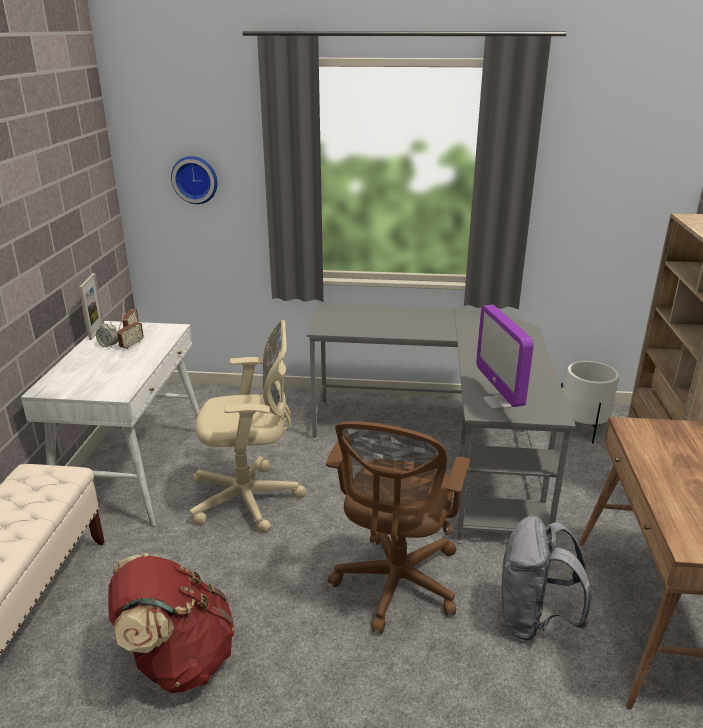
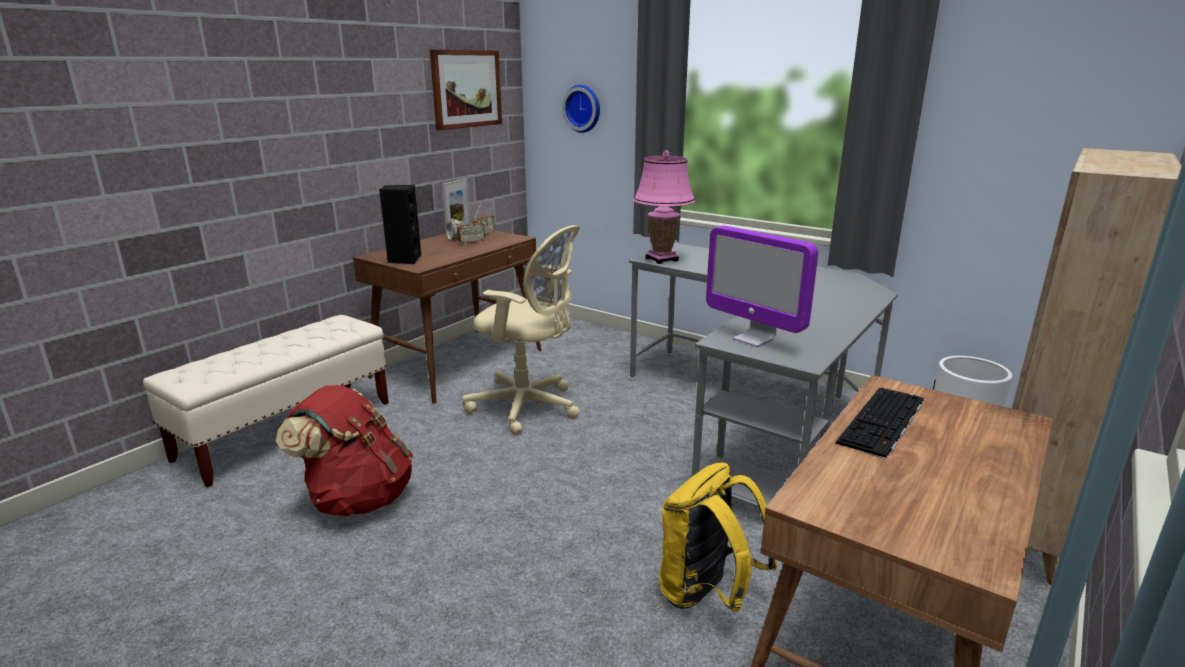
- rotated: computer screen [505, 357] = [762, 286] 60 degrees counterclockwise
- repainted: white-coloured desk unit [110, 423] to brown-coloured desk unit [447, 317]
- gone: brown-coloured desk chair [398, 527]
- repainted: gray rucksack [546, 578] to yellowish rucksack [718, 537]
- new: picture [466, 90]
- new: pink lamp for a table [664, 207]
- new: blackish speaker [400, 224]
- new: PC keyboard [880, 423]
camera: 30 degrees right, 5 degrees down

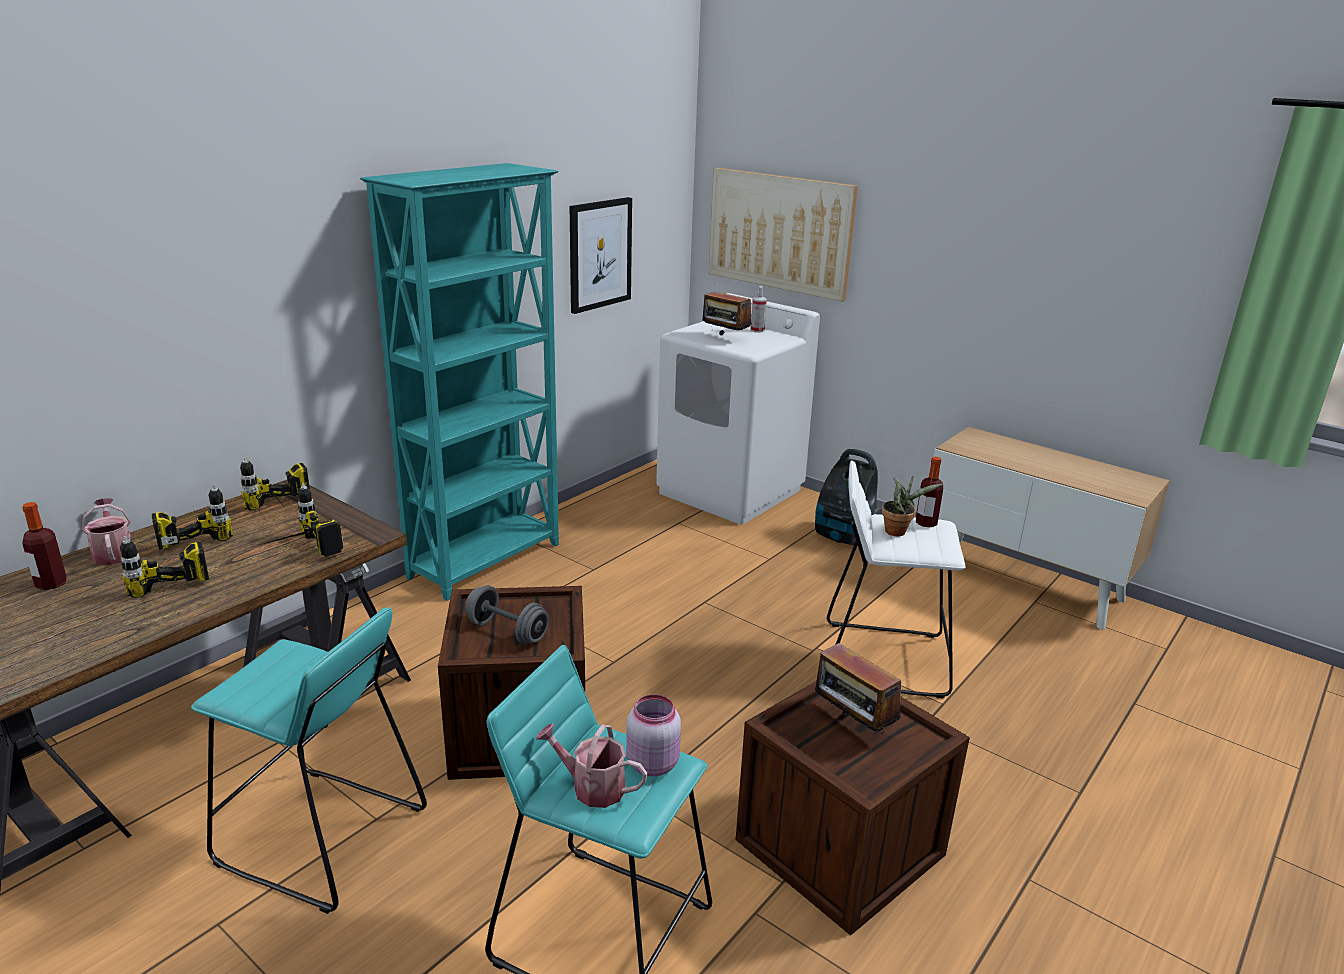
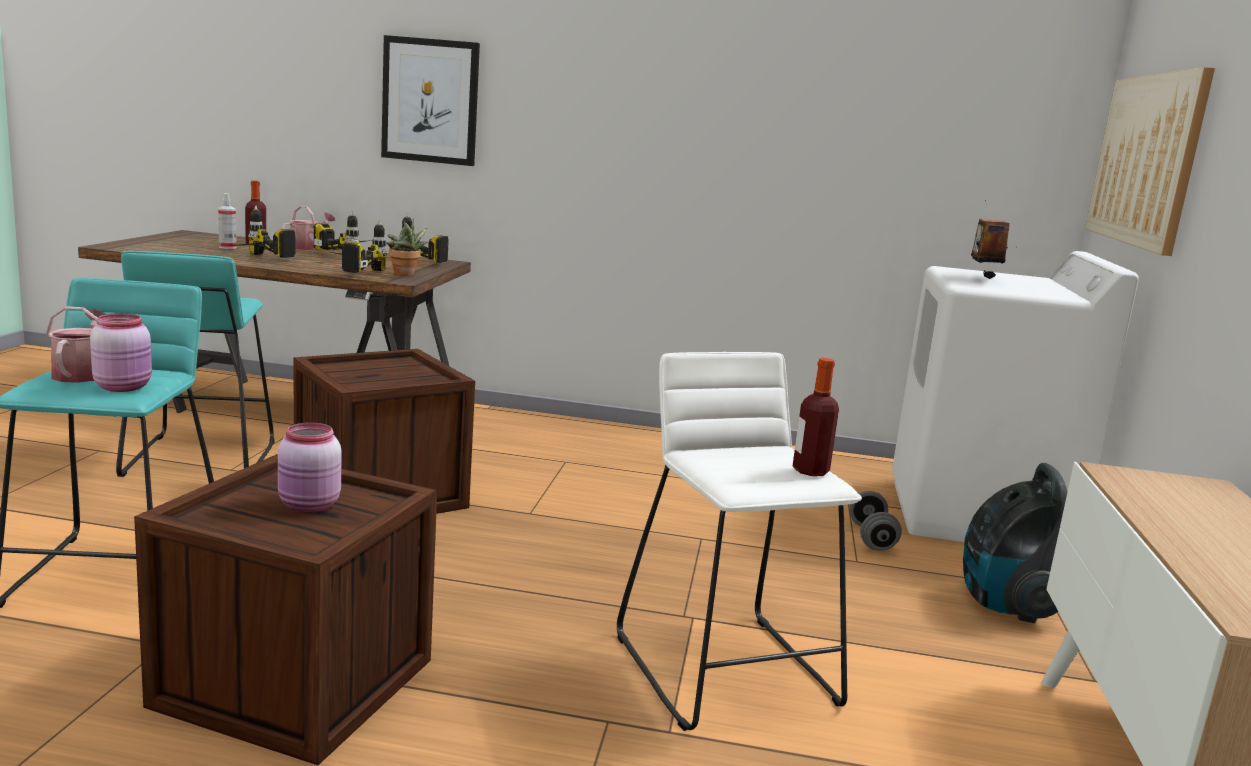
- gone: blue-green bookcase [459, 382]
- shifted: picture [601, 255] to [430, 100]
- shifted: sprayer [759, 309] to [227, 221]
- shifted: potted plant [912, 506] to [407, 247]
- shifted: gray dumbbell [507, 614] to [875, 521]
- swapped: radio set [858, 689] to pink storage jar [310, 467]
camera: 60 degrees right, 10 degrees down

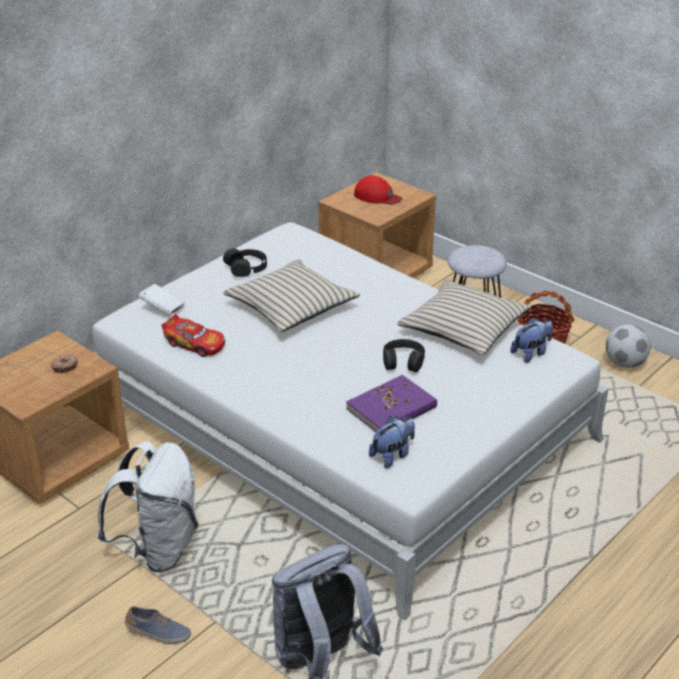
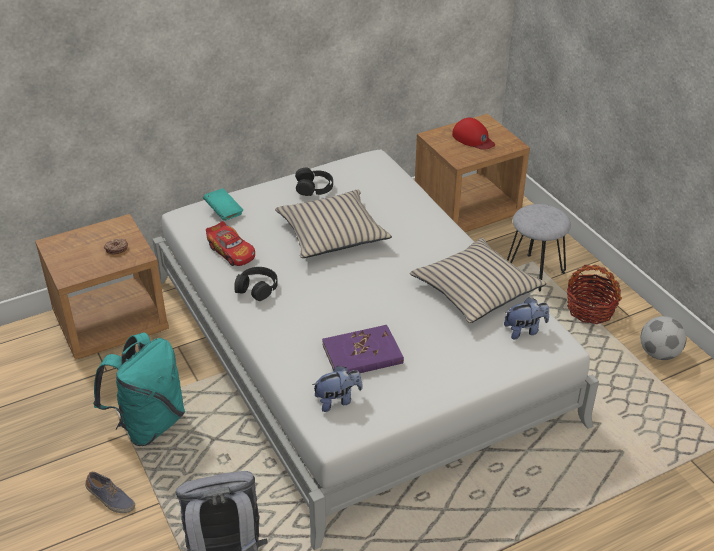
- repainted: white-coloured volume [161, 300] to blue-green volume [223, 204]
- shifted: blackish headset [404, 355] to [256, 284]
- repainted: white-coloured rucksack [147, 506] to blue-green rucksack [139, 389]
camera: 20 degrees right, 5 degrees up

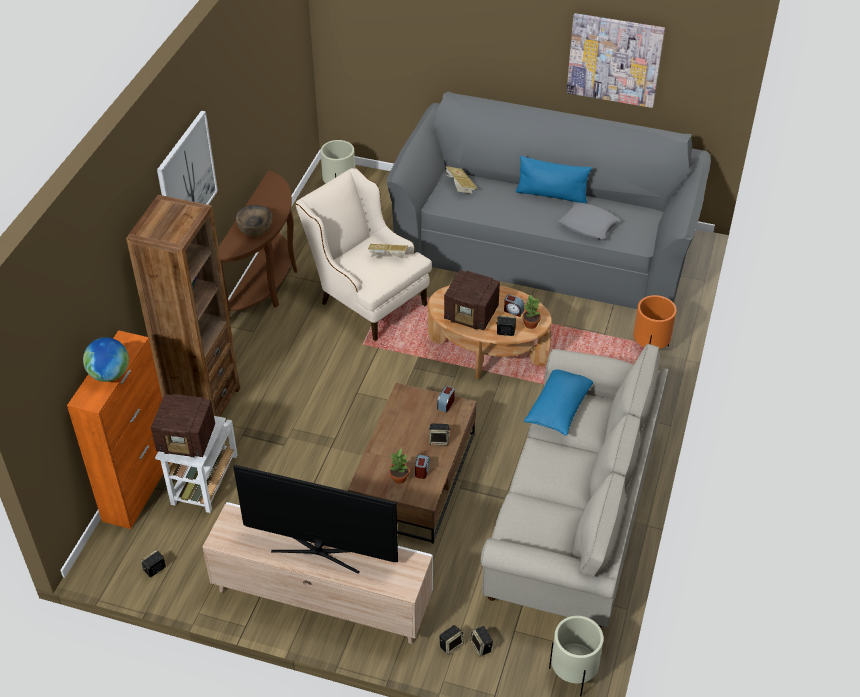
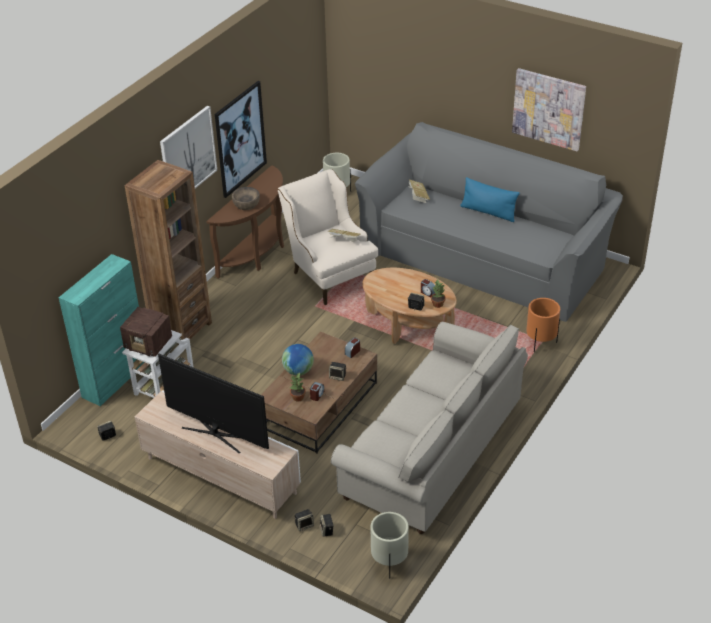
- gone: gray throw pillow [589, 220]
- gone: radio set [472, 300]
- repainted: orange-coloured cabinet [118, 429] to blue-green cabinet [101, 330]
- shifted: globe [106, 359] to [298, 359]
- gone: blue-coloured throw pillow [558, 403]
- new: picture [241, 139]
camera: 15 degrees right, 5 degrees down

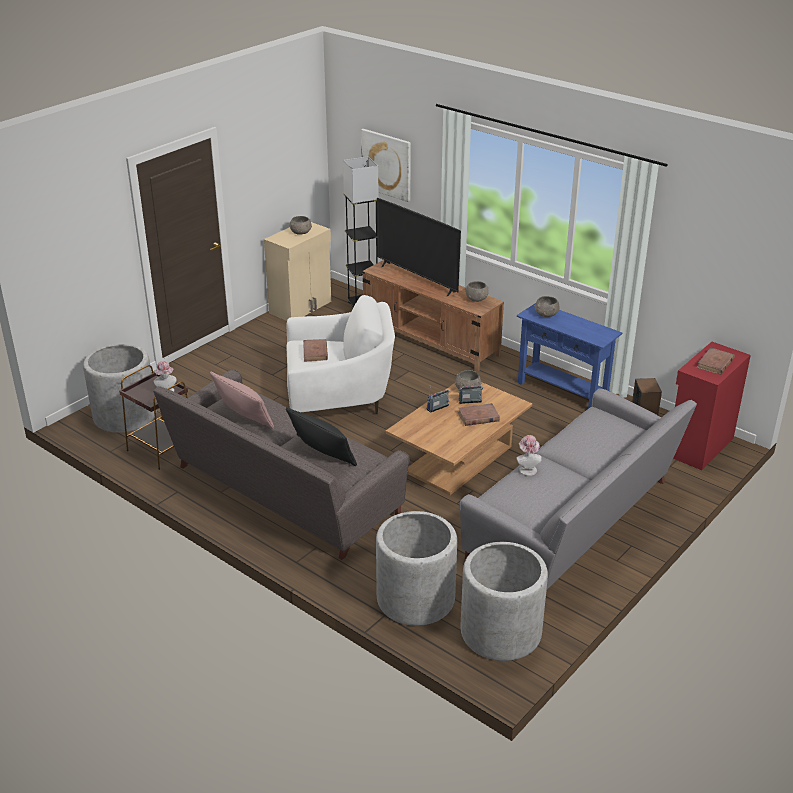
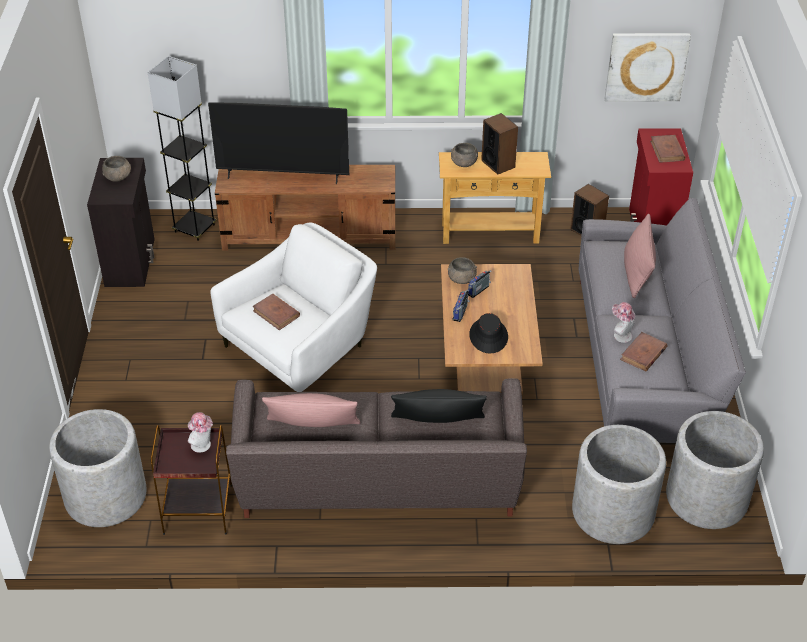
- shifted: picture [386, 165] to [648, 67]
- repainted: beige-coloured cabinet [297, 271] to blackish cabinet [121, 222]
- gone: gray serving bowl [477, 291]
- repainted: blue-coloured console table [569, 356] to beige-coloured console table [495, 198]
- shifted: brown-coloured volume [479, 414] to [643, 351]
- new: speaker [499, 144]
- new: pink throw pillow [640, 255]
- new: blackish wearable hat [488, 333]
camera: 40 degrees left, 10 degrees up

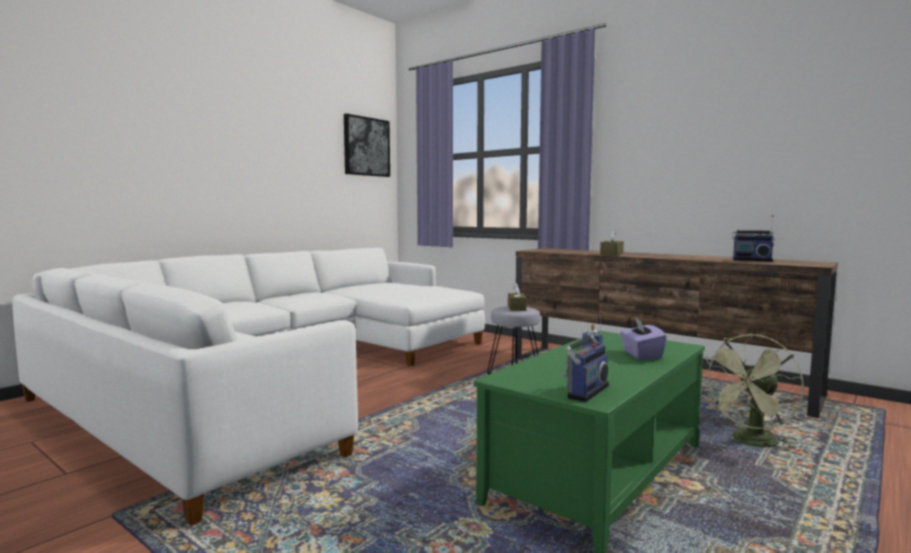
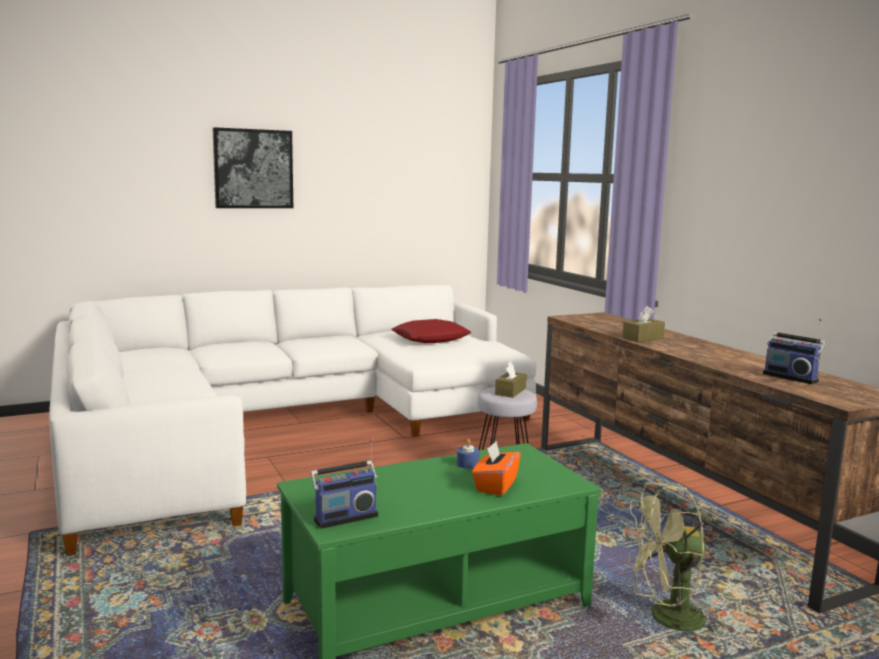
- shifted: picture [367, 145] to [252, 167]
- repainted: purple tissue holder [643, 338] to orange-coloured tissue holder [496, 468]
- new: reddish throw pillow [431, 331]
camera: 25 degrees right, 5 degrees up

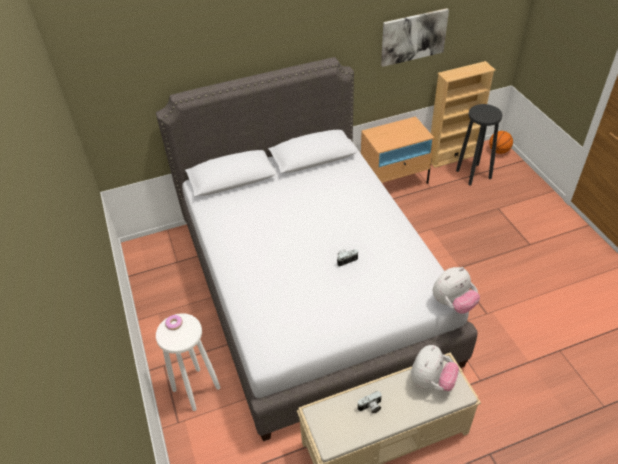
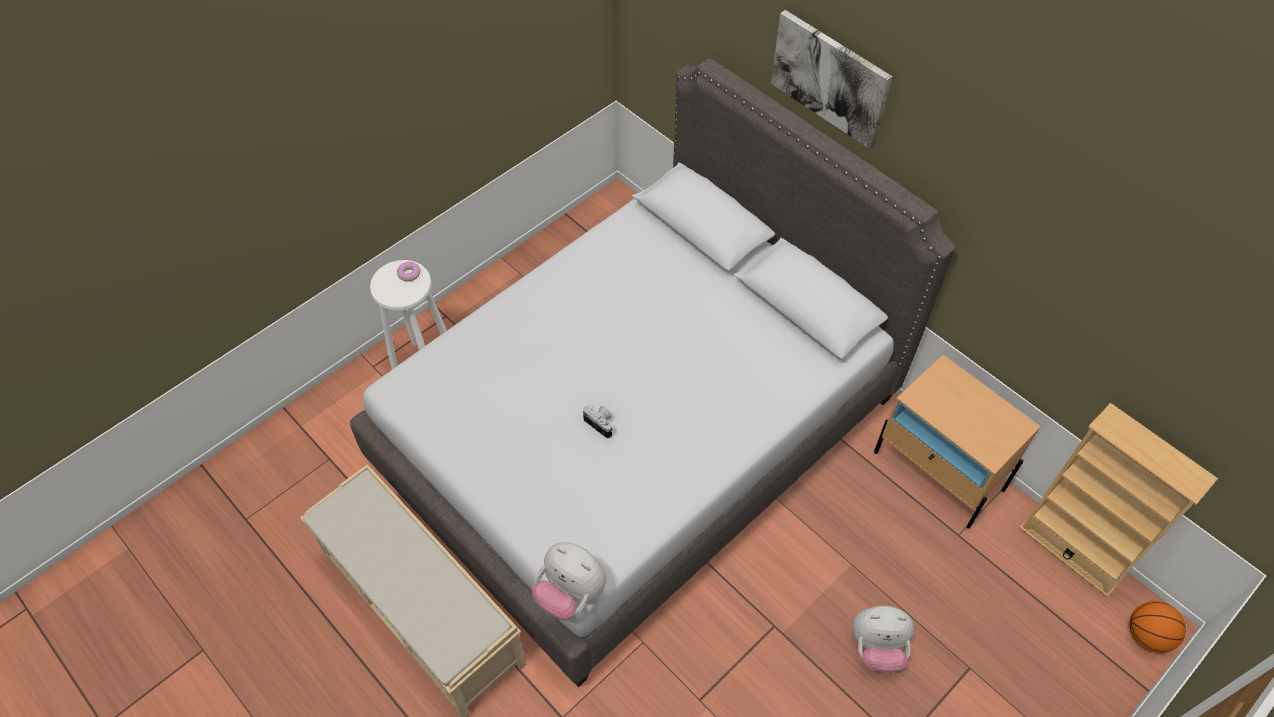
- shifted: picture [415, 37] to [831, 79]
- gone: blackish stool seat [479, 145]
- shifted: cuddly toy [435, 368] to [883, 639]
- gone: photo camera [369, 402]
camera: 65 degrees right, 10 degrees up

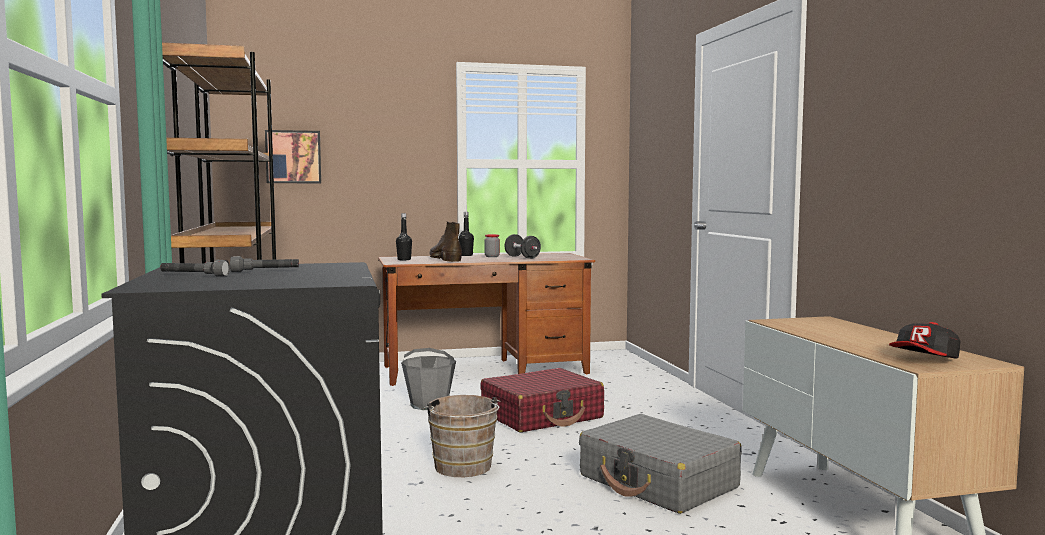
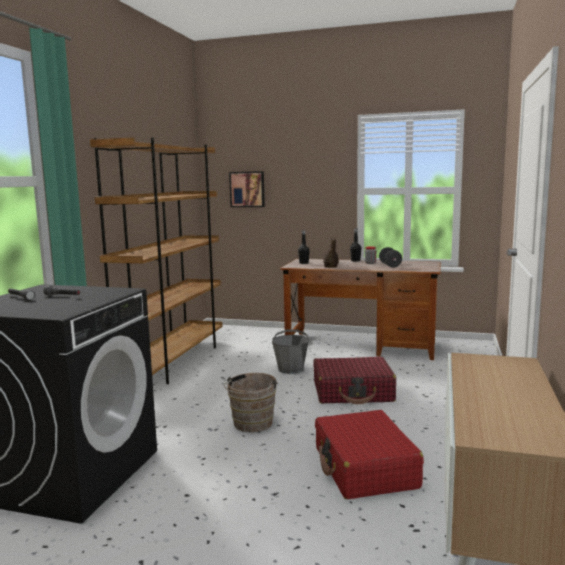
- gone: cap [924, 340]
- repainted: gray travel case [660, 464] to reddish travel case [369, 454]
camera: 30 degrees right, 5 degrees up

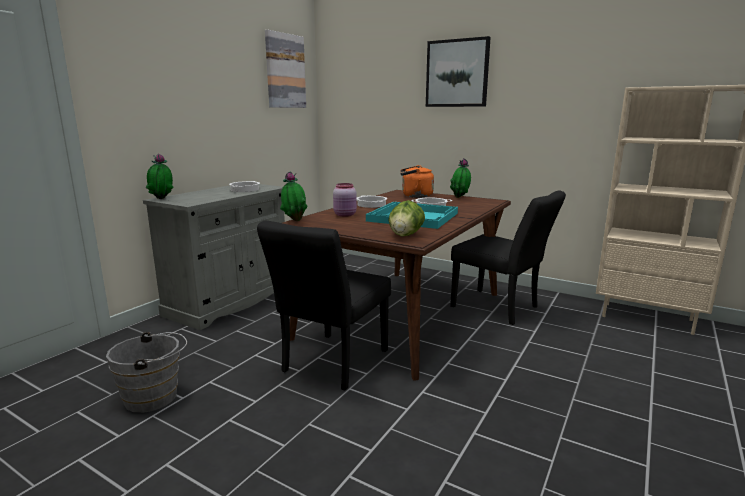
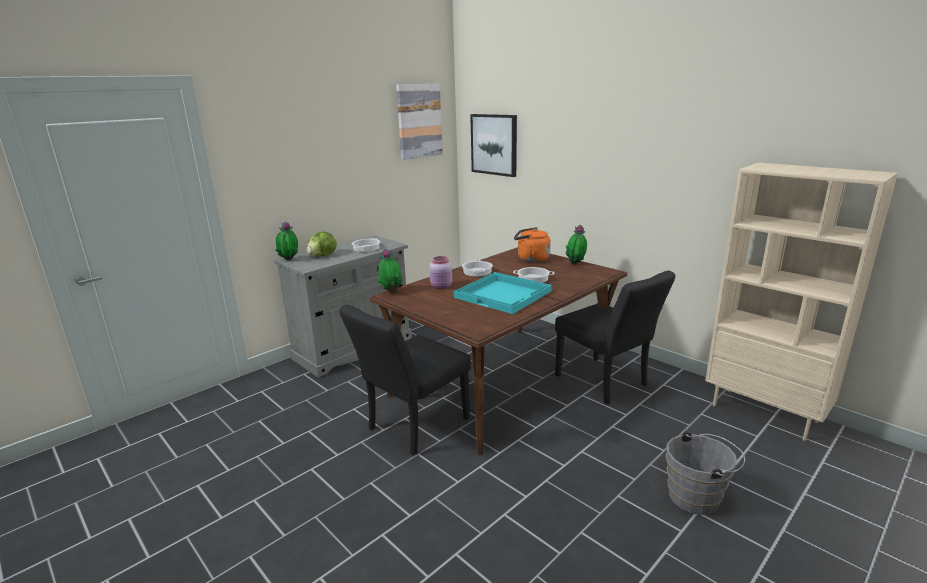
- shifted: picture [458, 71] to [493, 145]
- shifted: lettuce head [407, 218] to [321, 244]
- shifted: gray pail [146, 372] to [705, 473]
camera: 15 degrees right, 5 degrees up

